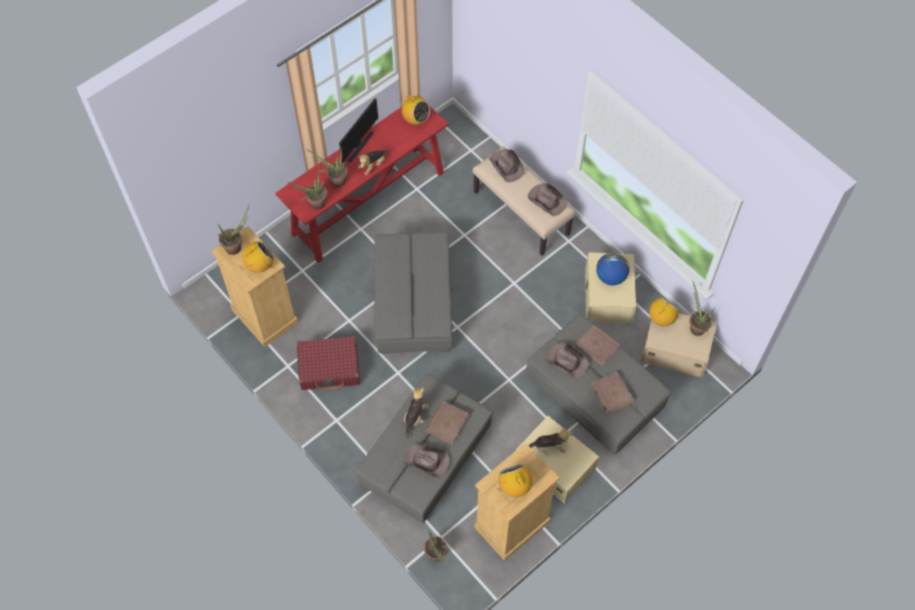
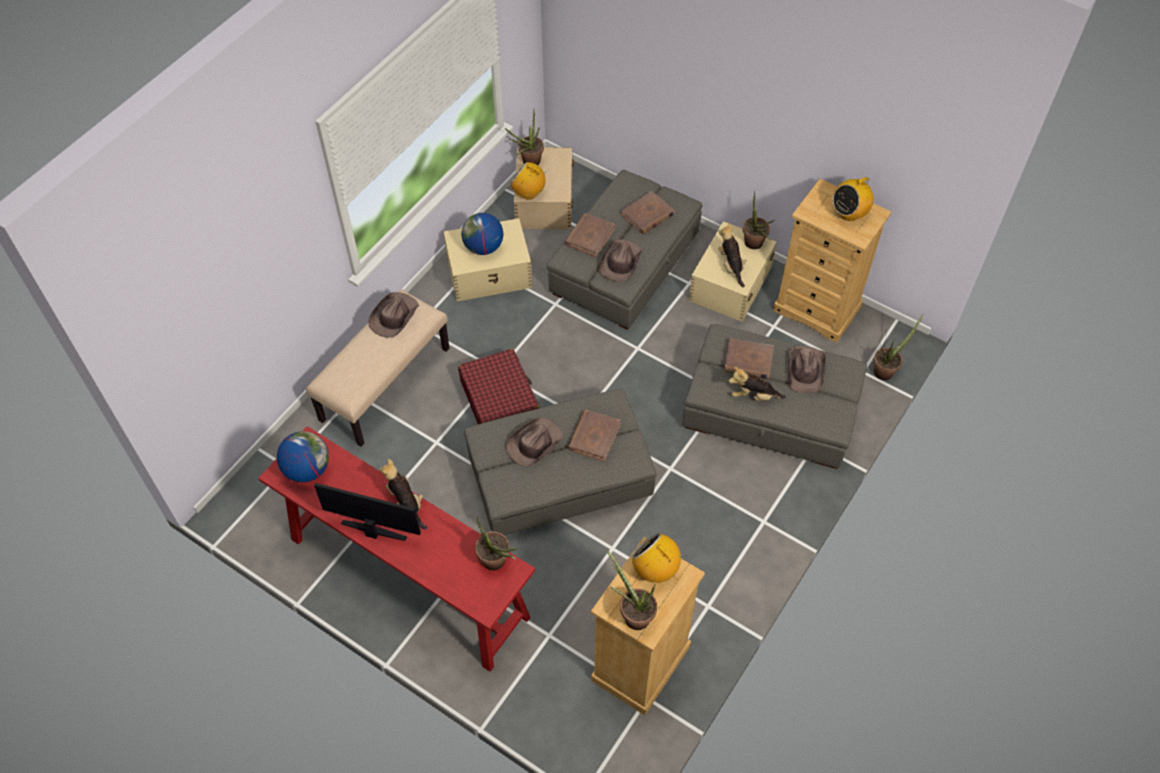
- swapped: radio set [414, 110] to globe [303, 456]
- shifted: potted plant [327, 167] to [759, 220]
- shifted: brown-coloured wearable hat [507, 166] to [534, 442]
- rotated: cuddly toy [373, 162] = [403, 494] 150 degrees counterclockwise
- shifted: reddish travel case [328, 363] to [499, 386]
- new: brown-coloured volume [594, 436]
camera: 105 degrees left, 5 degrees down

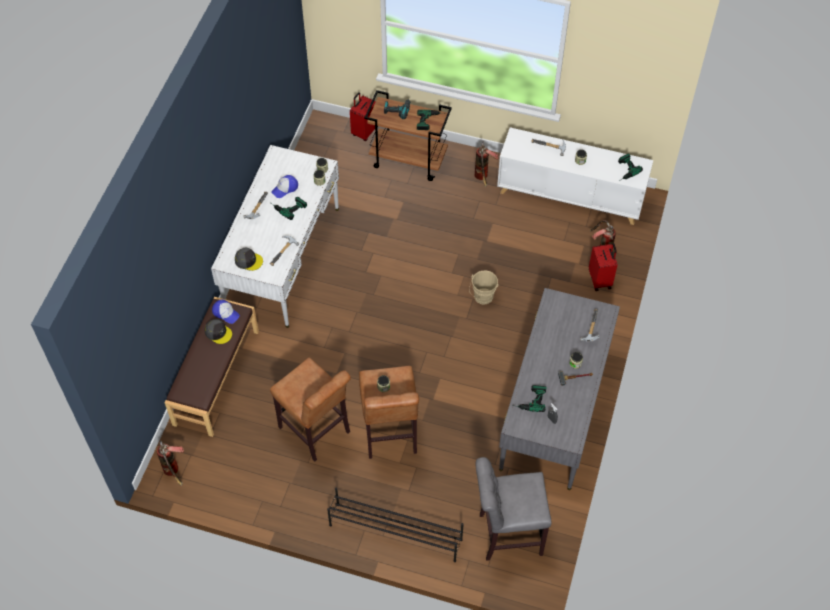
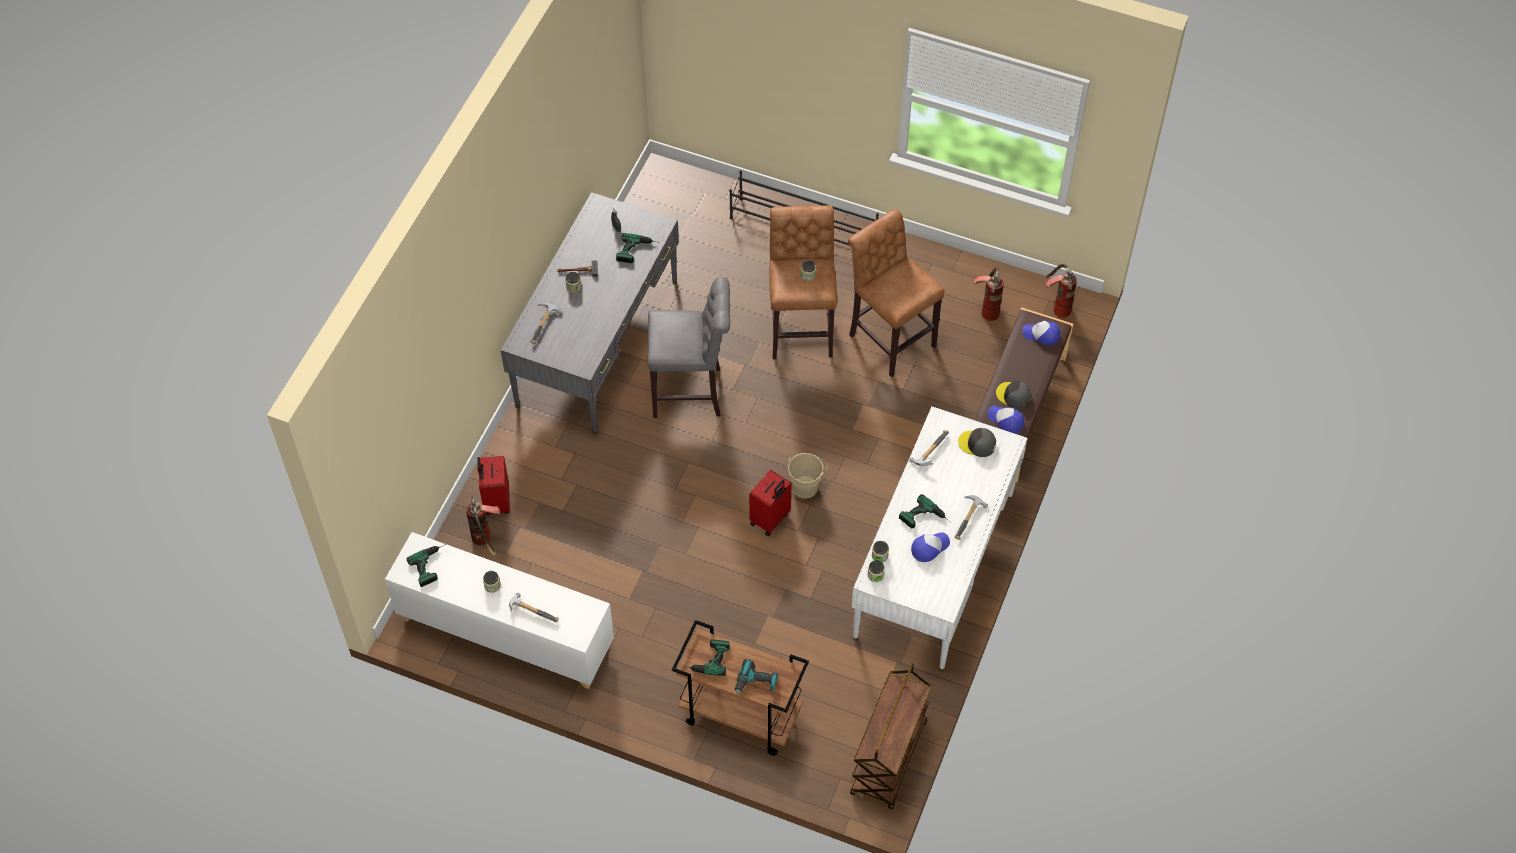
- shifted: reddish travel case [363, 116] to [770, 503]
- shifted: extinguisher [486, 164] to [988, 294]
- shifted: beige-coloured pail [484, 287] to [807, 476]
- shifted: gray stool seat [514, 509] to [688, 347]
- new: cap [1041, 333]
- new: brown-coloured trolley [891, 736]
camera: 175 degrees left, 0 degrees up

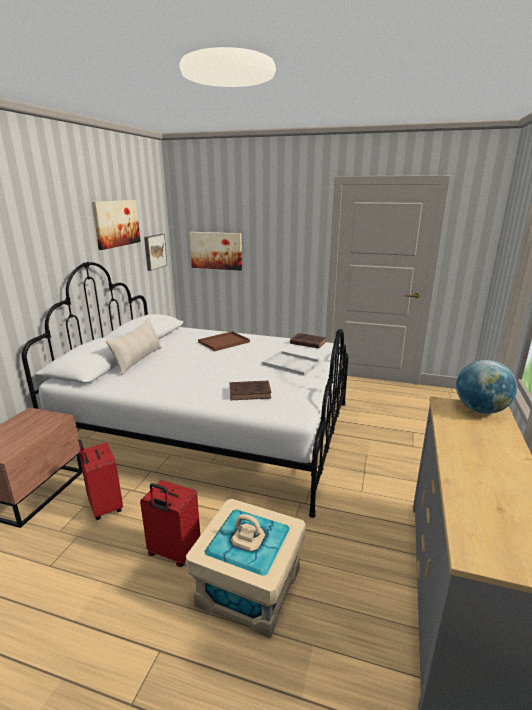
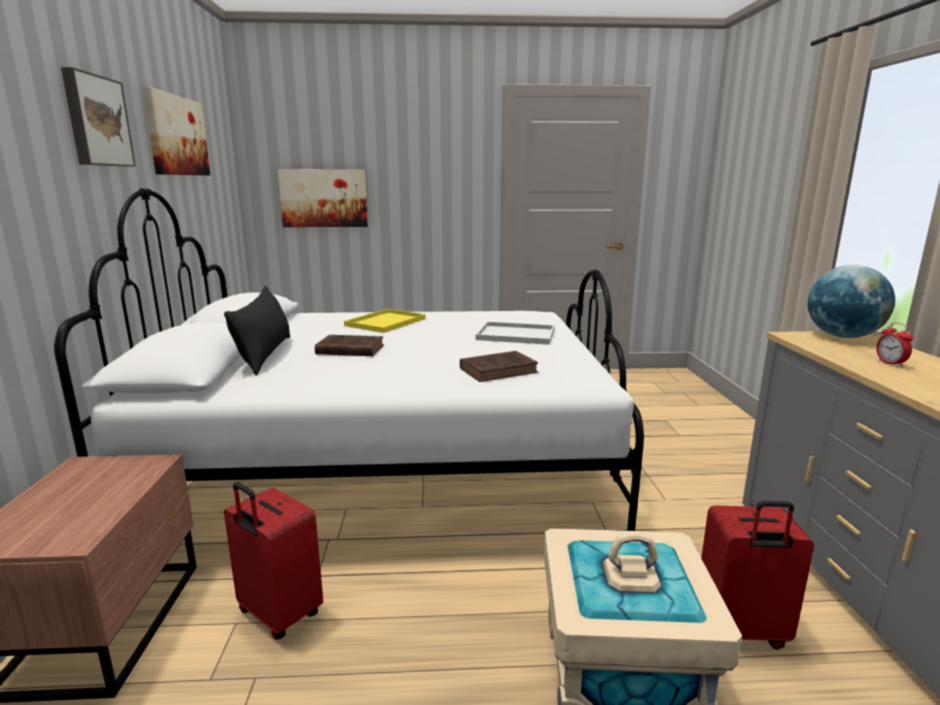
- shifted: picture [155, 252] to [98, 117]
- repainted: beige-coloured throw pillow [134, 346] to blackish throw pillow [257, 330]
- repainted: brown-coloured tray [224, 341] to yellowish tray [384, 321]
- shifted: brown-coloured volume [308, 341] to [349, 345]
- shifted: reddish travel case [170, 523] to [757, 575]
- new: table clock [894, 344]
camera: 20 degrees left, 5 degrees down

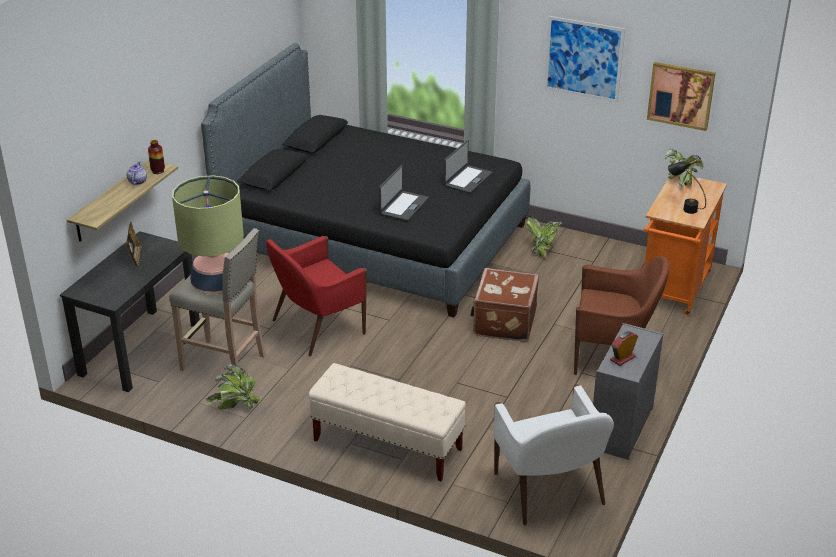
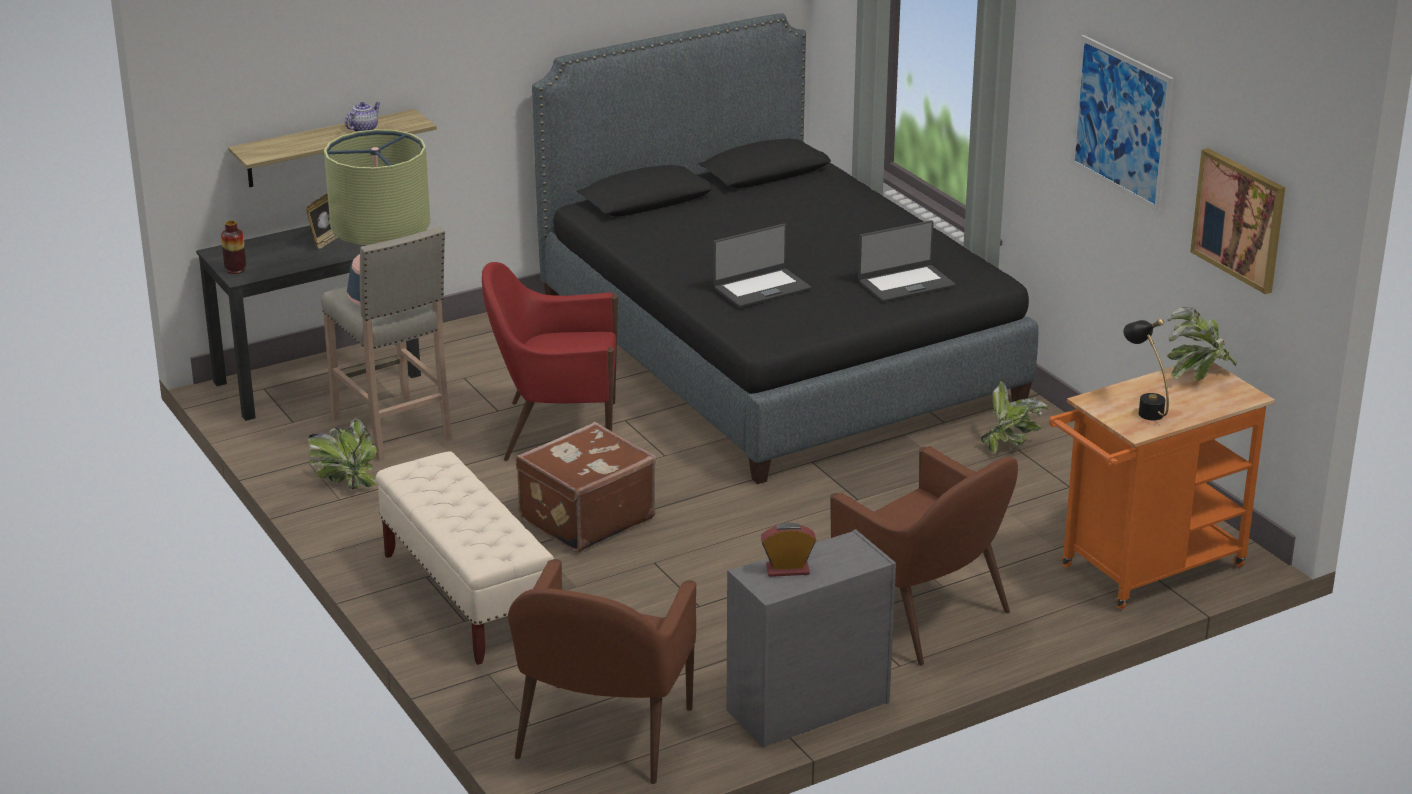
- shifted: vase [156, 157] to [233, 247]
- shifted: brown-coloured travel case [504, 305] to [586, 487]
- repainted: white-coloured lounge chair [554, 454] to brown-coloured lounge chair [602, 671]
camera: 35 degrees right, 5 degrees down

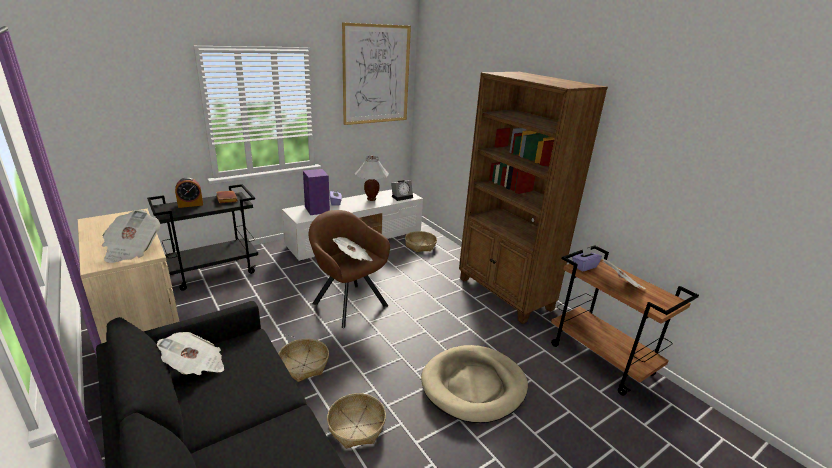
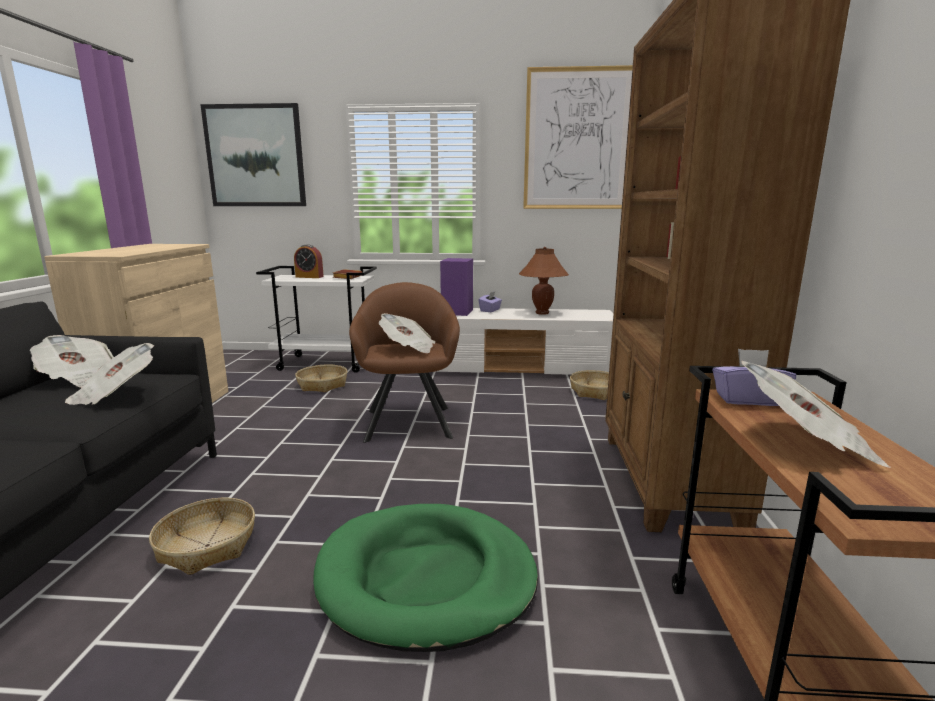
- repainted: white-coloured lamp for a table [372, 178] to brown-coloured lamp for a table [544, 281]
- gone: table clock [402, 190]
- repainted: blackish trolley [202, 237] to white-coloured trolley [316, 319]
- shifted: printed paper [131, 236] to [109, 374]
- shifted: household basket [304, 360] to [321, 378]
- repainted: beige-coloured dog cushion [474, 384] to green dog cushion [425, 578]
- new: picture [253, 154]
camera: 40 degrees right, 10 degrees down

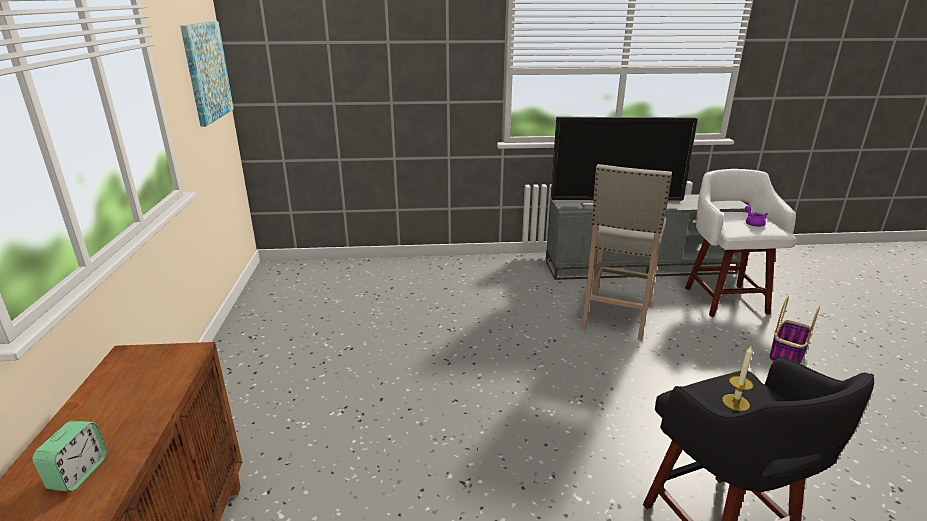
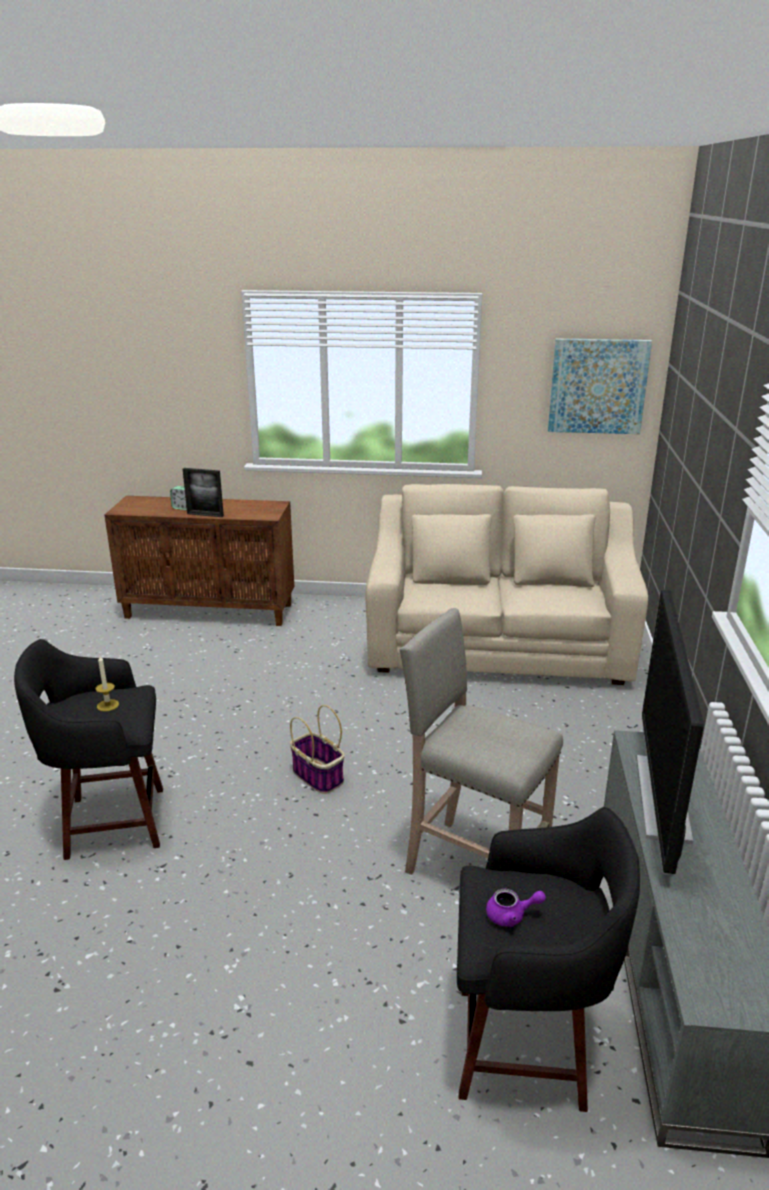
- repainted: white-coloured stool seat [740, 243] to blackish stool seat [548, 959]
- shifted: household basket [794, 329] to [317, 749]
- new: photo frame [203, 492]
- new: beige-coloured couch [506, 584]
camera: 100 degrees right, 0 degrees up

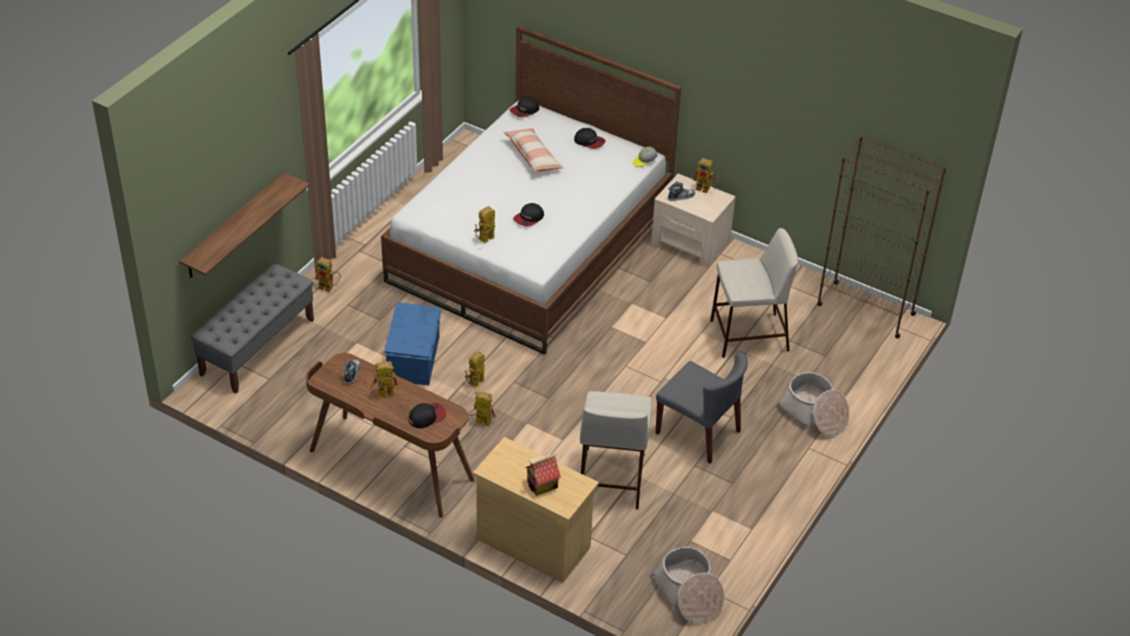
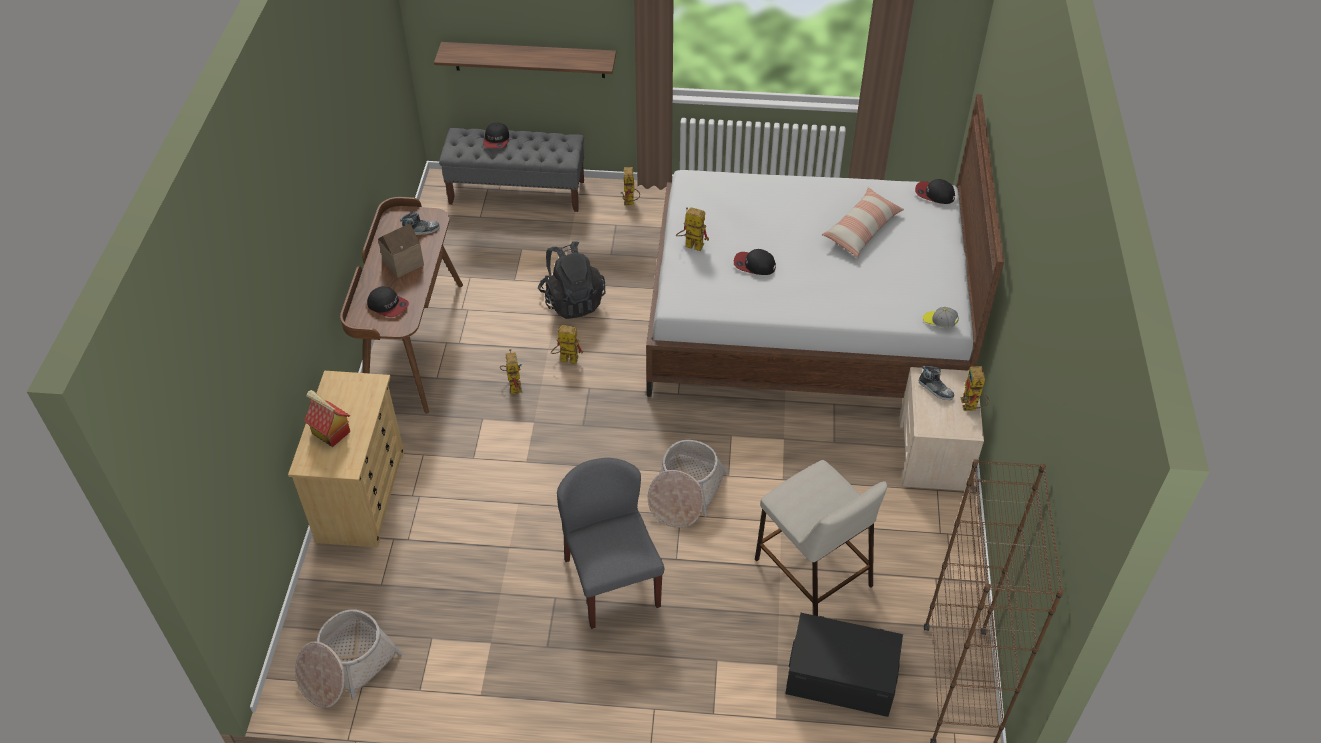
- shifted: cap [590, 138] to [496, 136]
- swapped: blue-coloured storage bin [413, 343] to blackish rucksack [572, 280]
- rotated: gray plain chair [702, 408] = [610, 543] 150 degrees clockwise
- swapped: toy robot [384, 379] to toy house [401, 250]
- shifted: household basket [812, 404] to [688, 484]
- gone: beige-coloured stool seat [616, 450]
- new: blackish storage bin [844, 665]
camera: 65 degrees right, 5 degrees up

